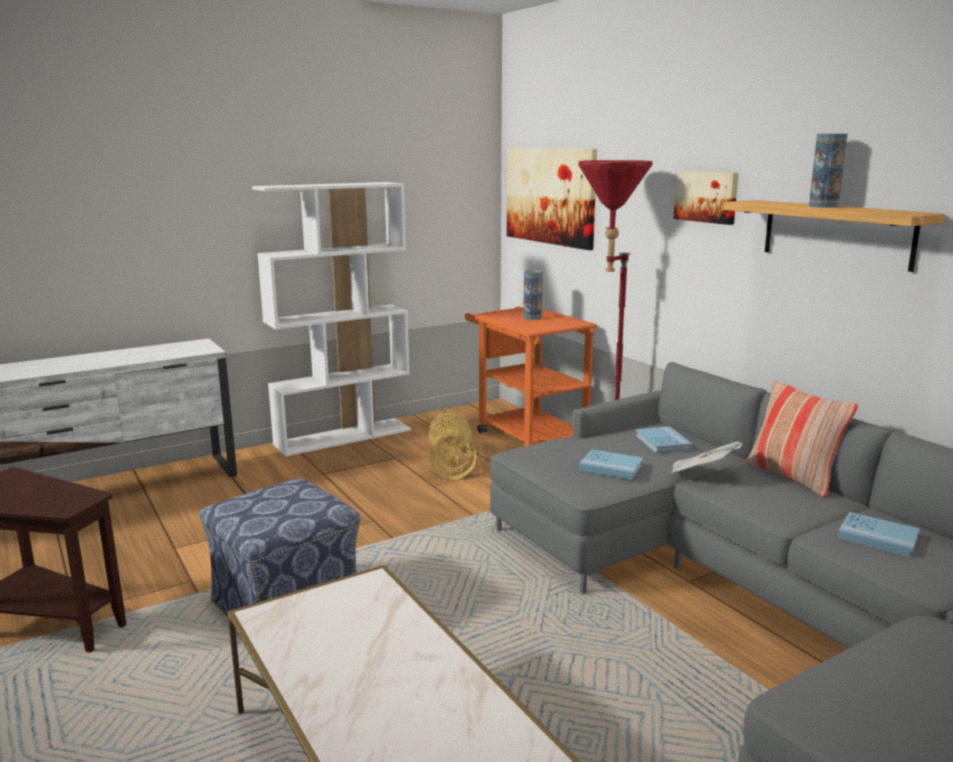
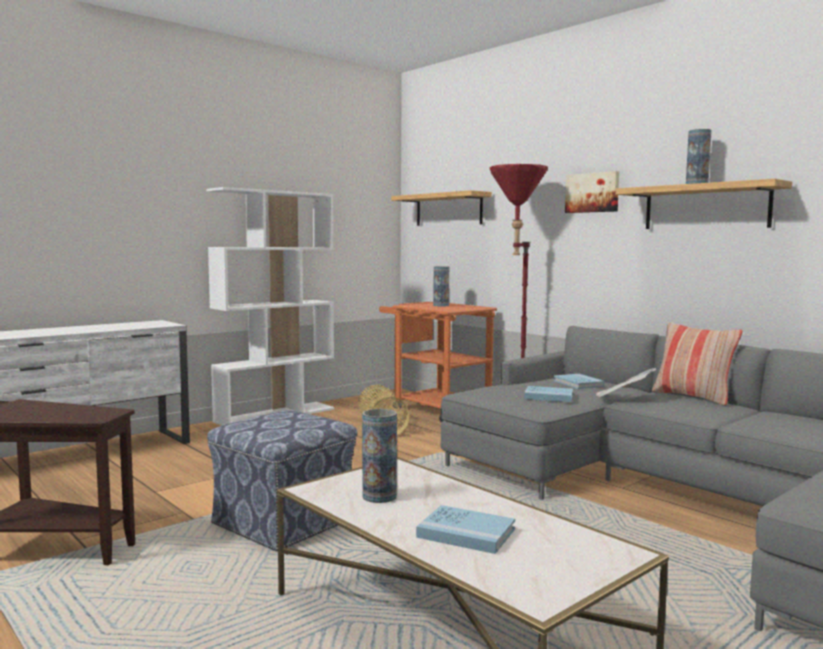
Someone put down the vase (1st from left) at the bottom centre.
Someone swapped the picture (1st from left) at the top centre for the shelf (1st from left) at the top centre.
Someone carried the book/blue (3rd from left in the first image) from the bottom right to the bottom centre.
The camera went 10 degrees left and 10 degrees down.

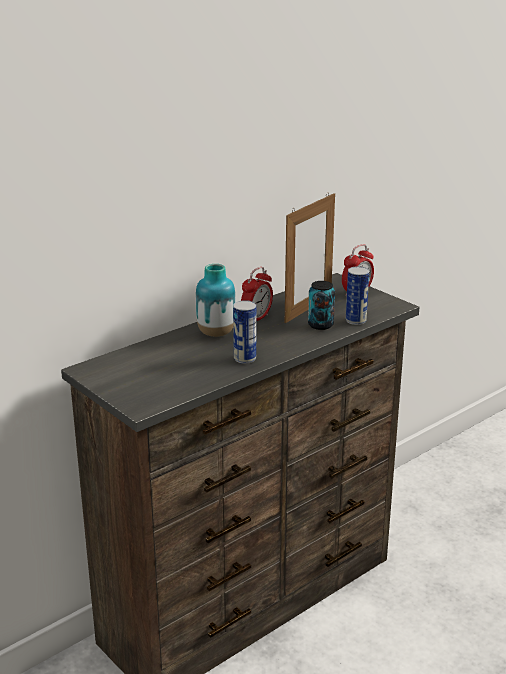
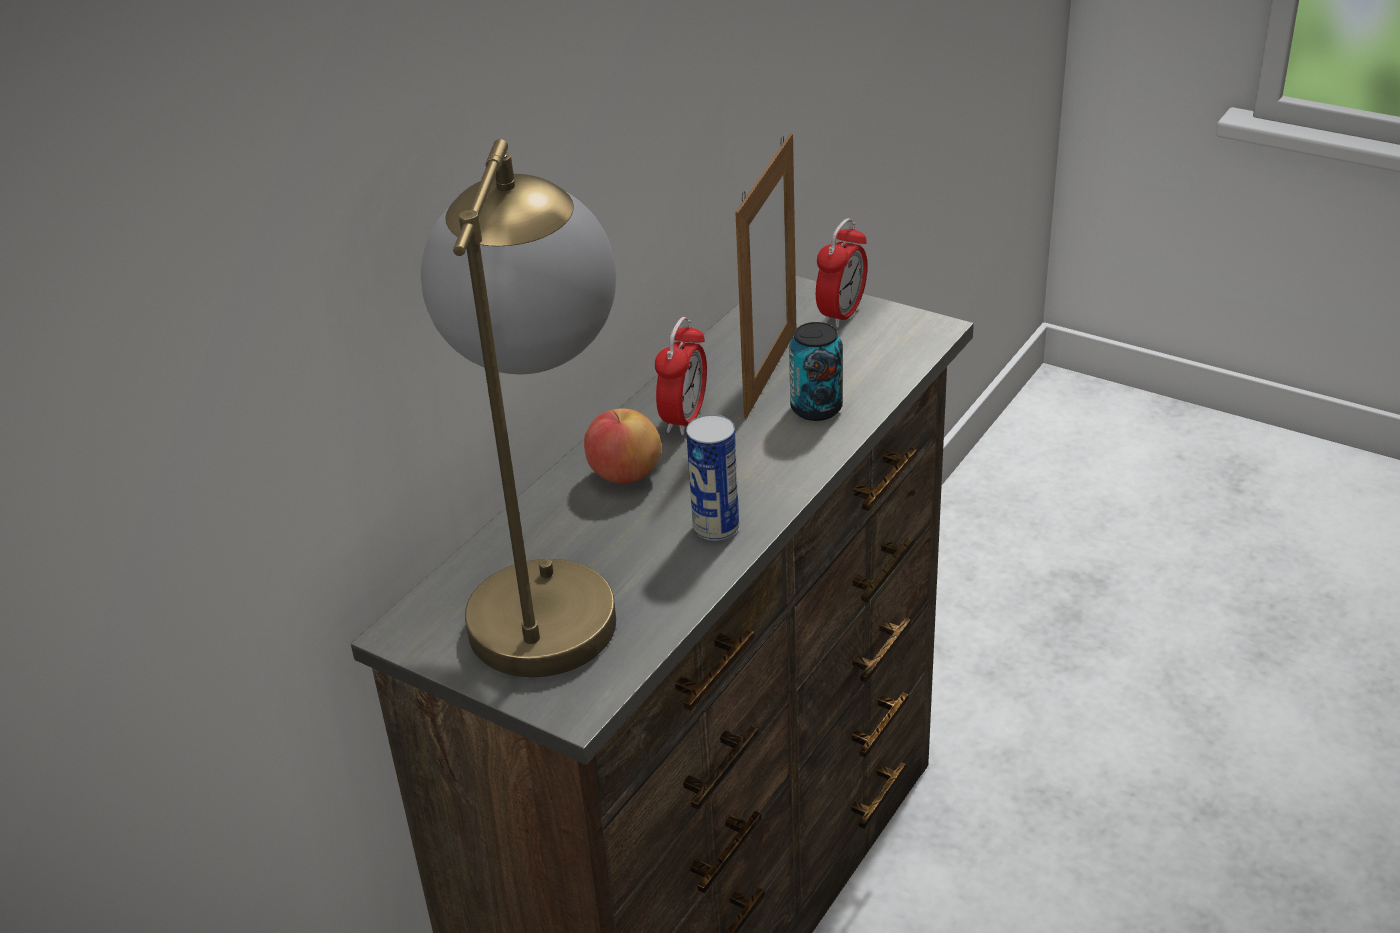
Someone put down the table lamp at the centre.
Someone swapped the vase at the centre for the apple at the centre.
Someone took away the can (3rd from left) at the middle right.
The camera went 15 degrees left and 10 degrees up.

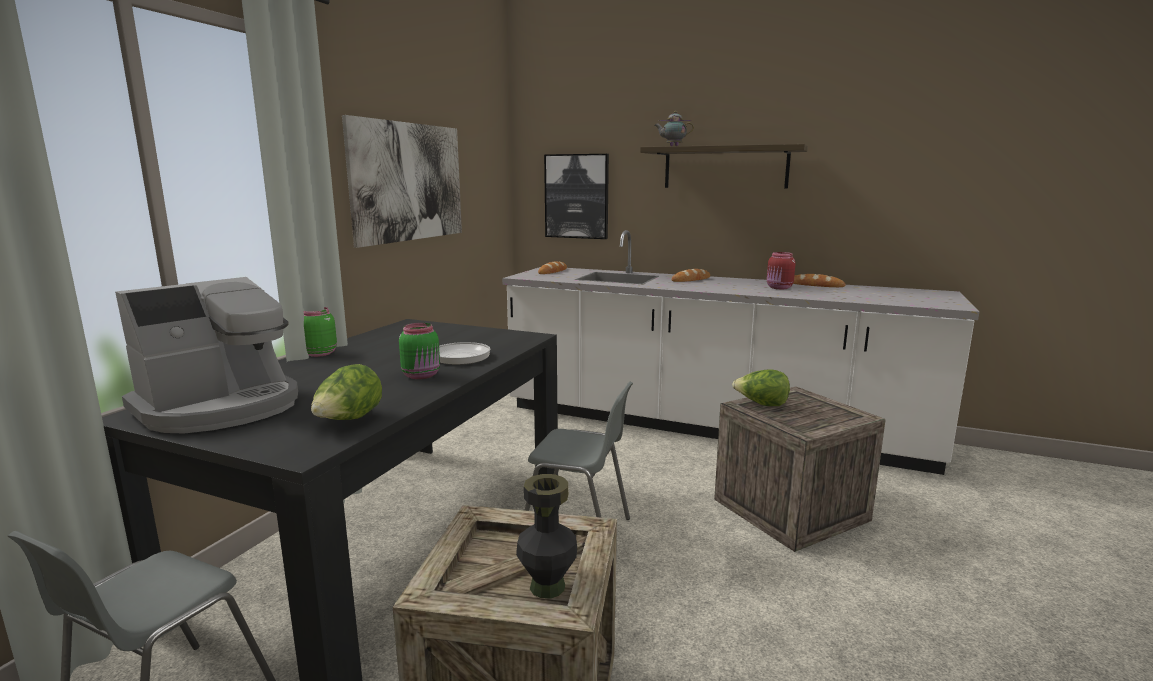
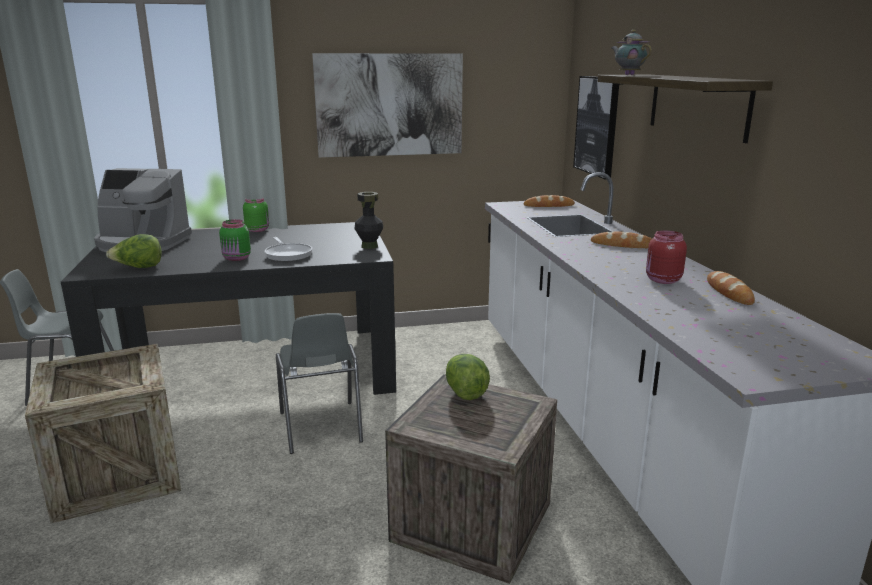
Someone carried the vase/black from the bottom centre to the centre.
The camera went 55 degrees right and 5 degrees up.

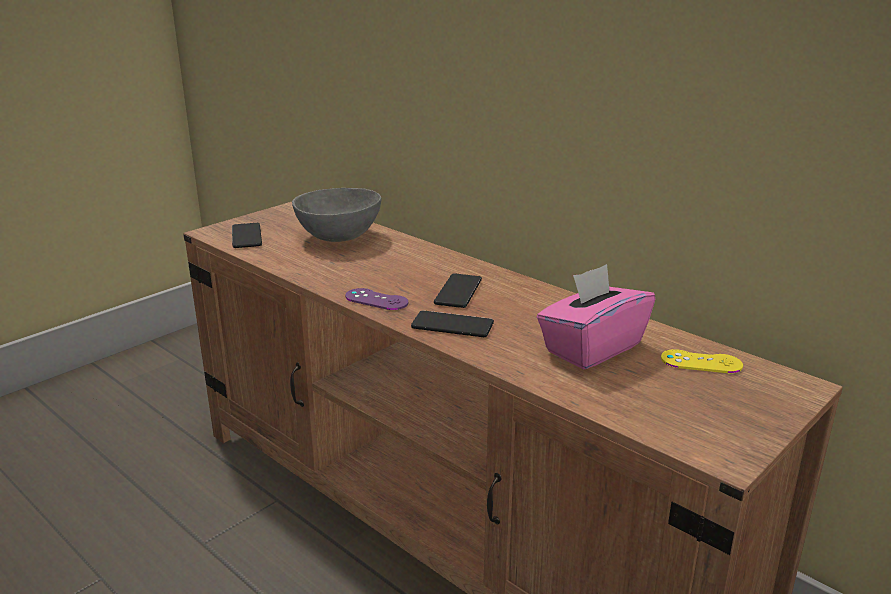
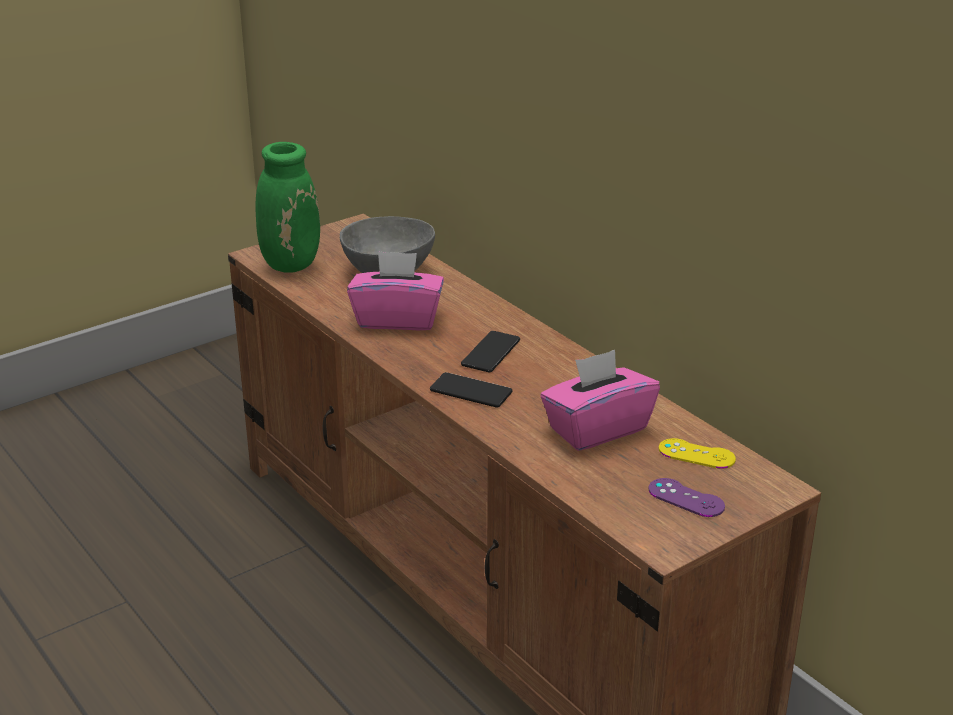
Someone swapped the phone (1st from left) at the middle left for the vase/green at the top left.
Someone put down the tissue box/pink (1st from left) at the centre.
Someone carried the game controller/purple from the centre to the bottom right.
The camera went 10 degrees right and 5 degrees up.

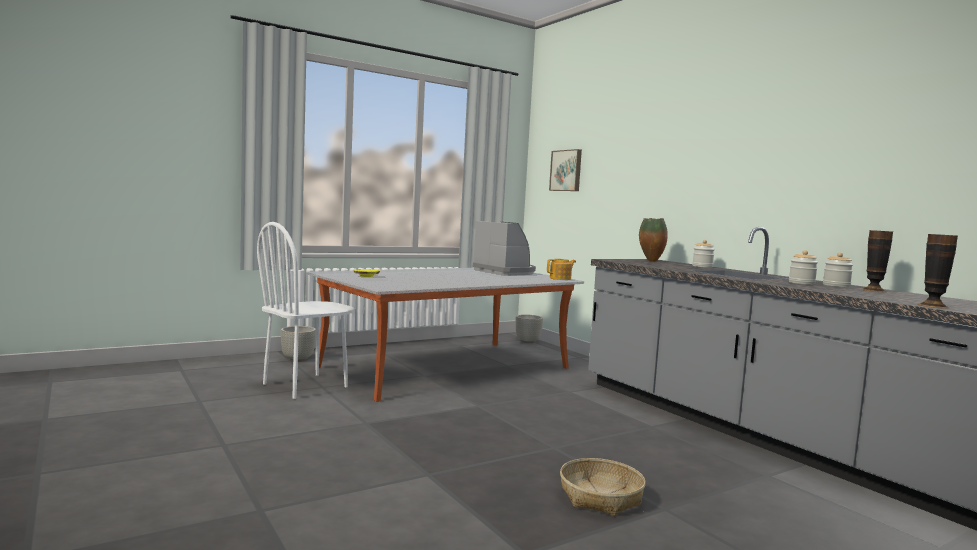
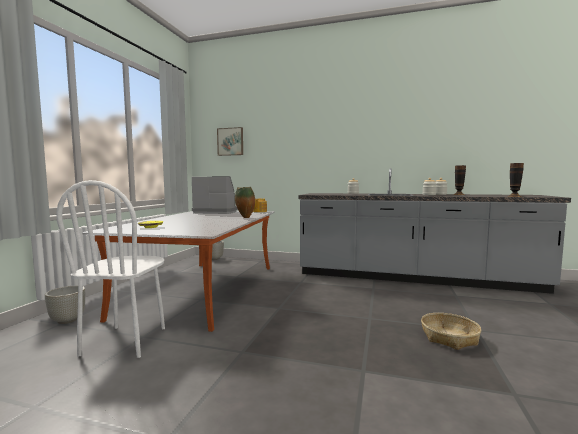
Someone carried the vase (1st from left) from the middle right to the centre.
The camera went 40 degrees left and 0 degrees up.

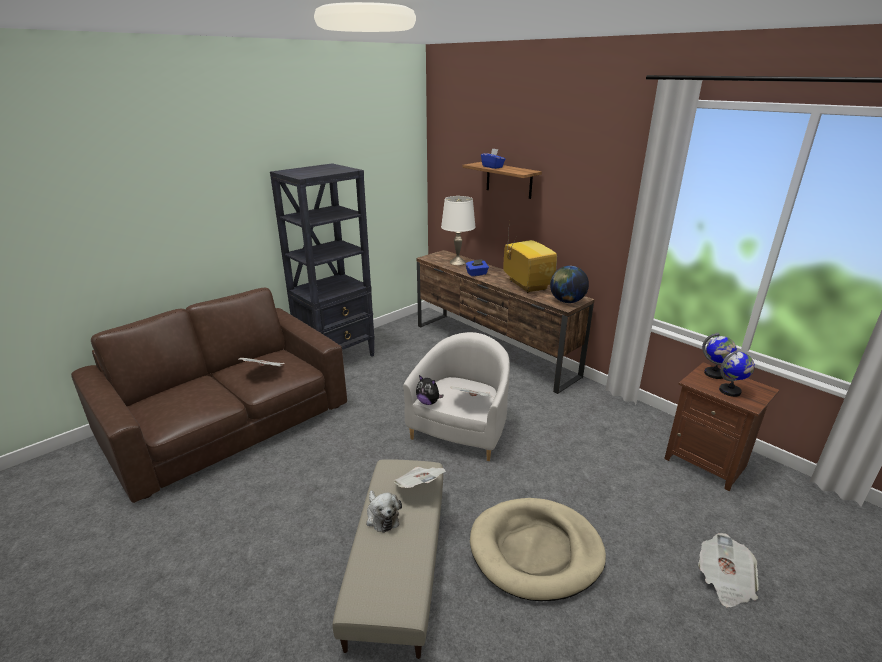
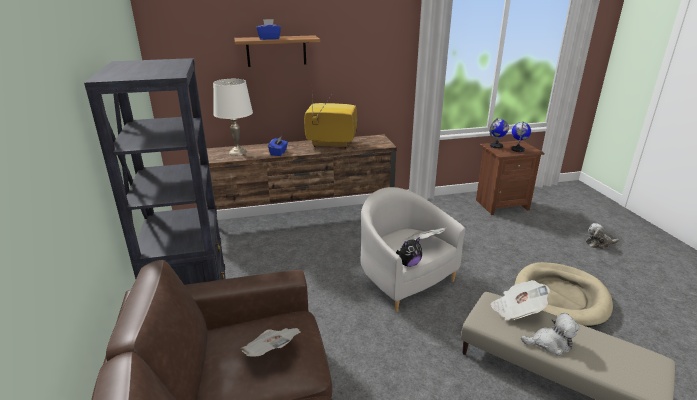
Someone swapped the newspaper (4th from left) at the bottom right for the plush toy (3rd from left) at the middle right.
Someone took away the globe (1st from left) at the centre.
The camera went 60 degrees left and 0 degrees up.

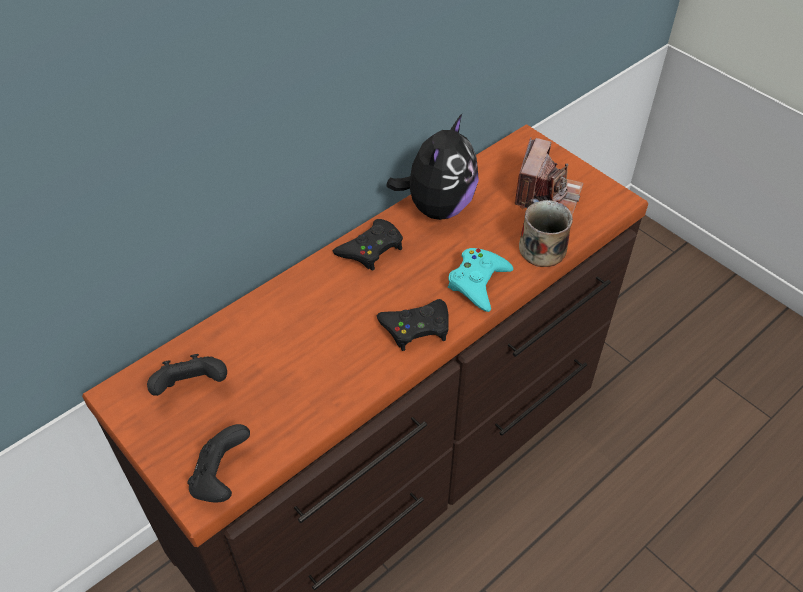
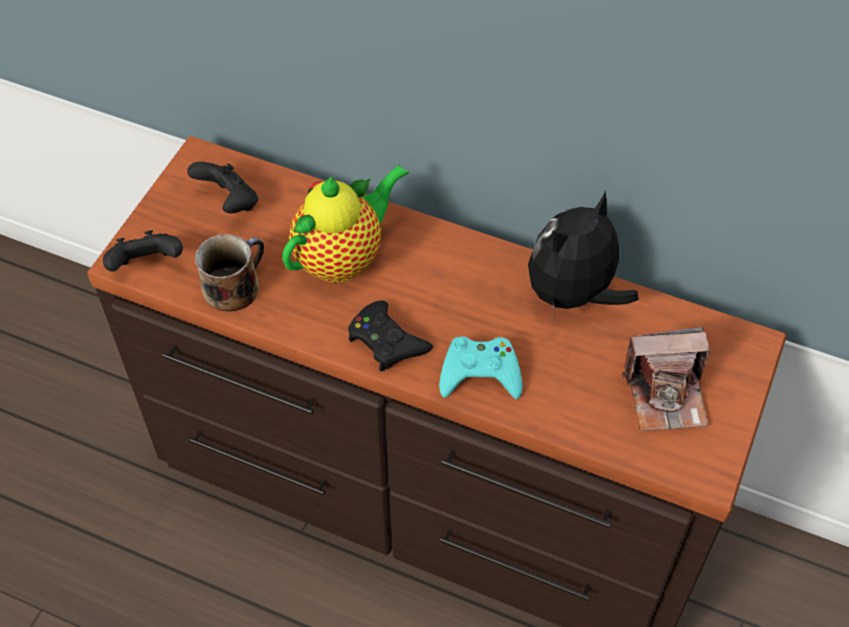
Someone carried the mug from the middle right to the middle left.
Someone put down the teapot at the centre.
Someone rotated the plush toy at the top centre by 135 degrees clockwise.
Someone took away the game controller/black (3rd from left) at the centre.
The camera went 65 degrees right and 5 degrees up.

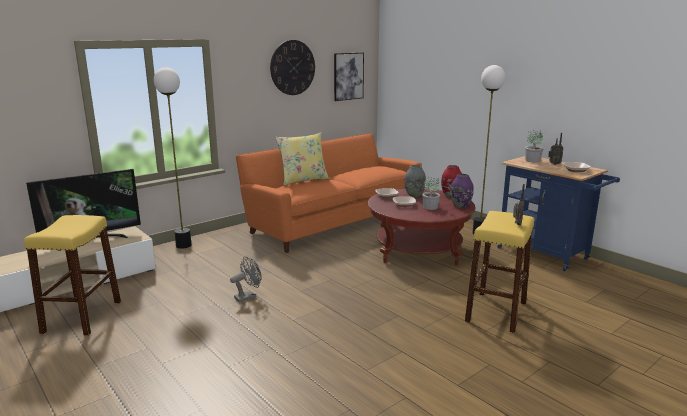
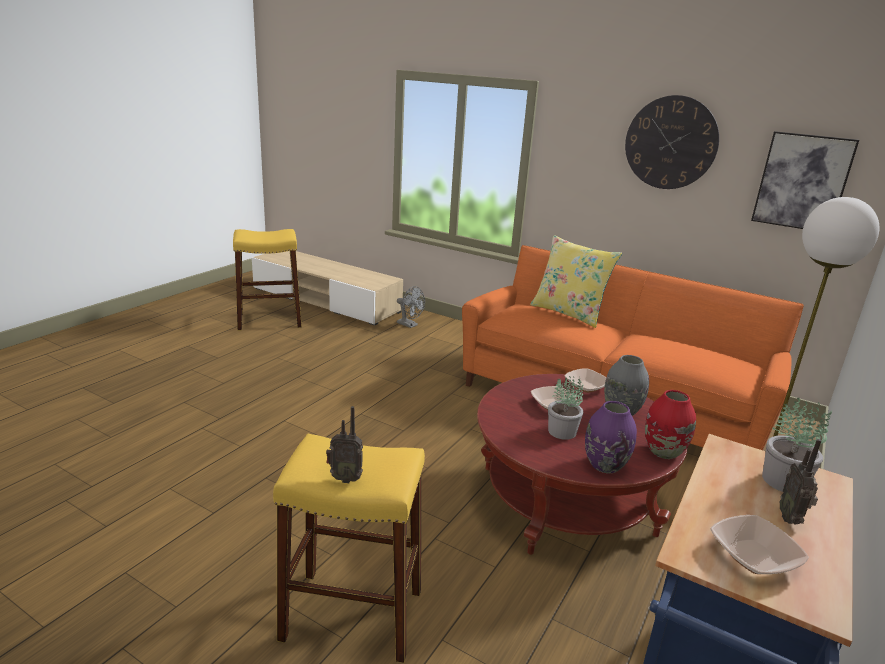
Someone carried the fan/grey from the bottom centre to the centre.
Someone took away the television at the middle left.
Someone took away the floor lamp (1st from left) at the middle left.
The camera went 70 degrees right and 5 degrees up.

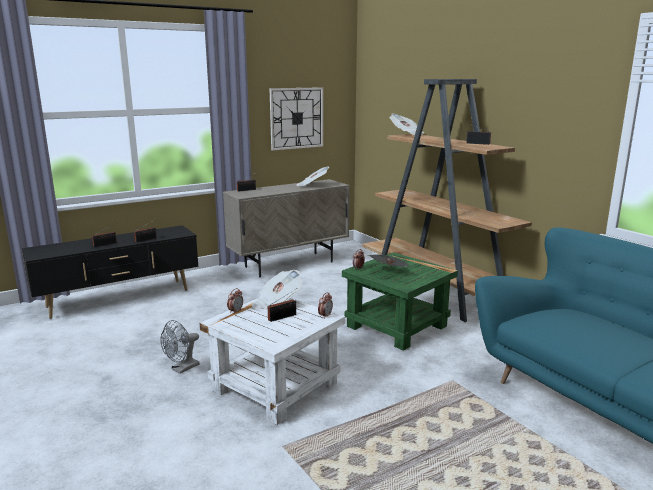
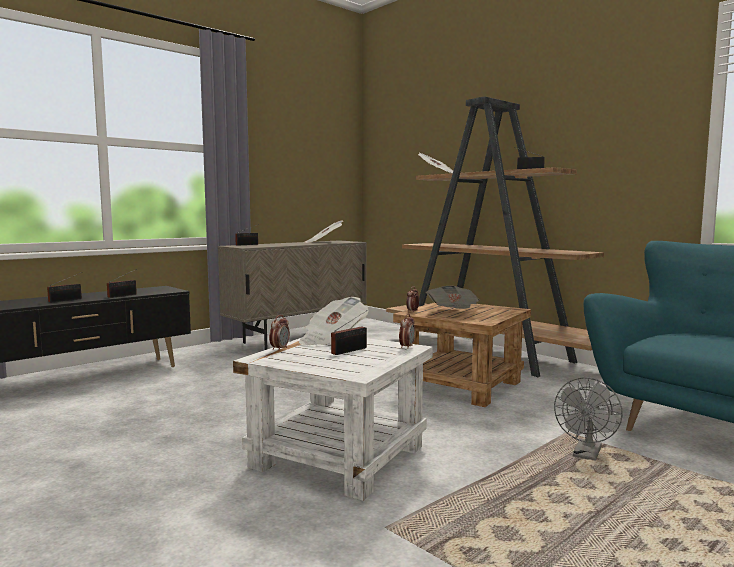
Someone repainted the side table/green at the centre, which became the side table/brown at the centre.
Someone carried the fan/grey from the bottom left to the bottom right.
Someone took away the wall clock at the top centre.
The camera went 10 degrees left and 10 degrees down.

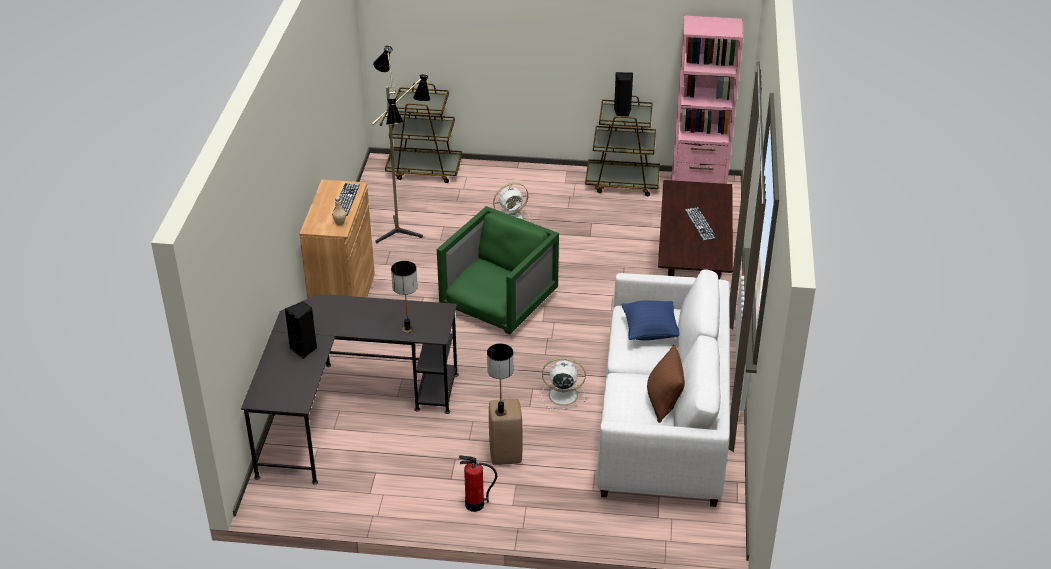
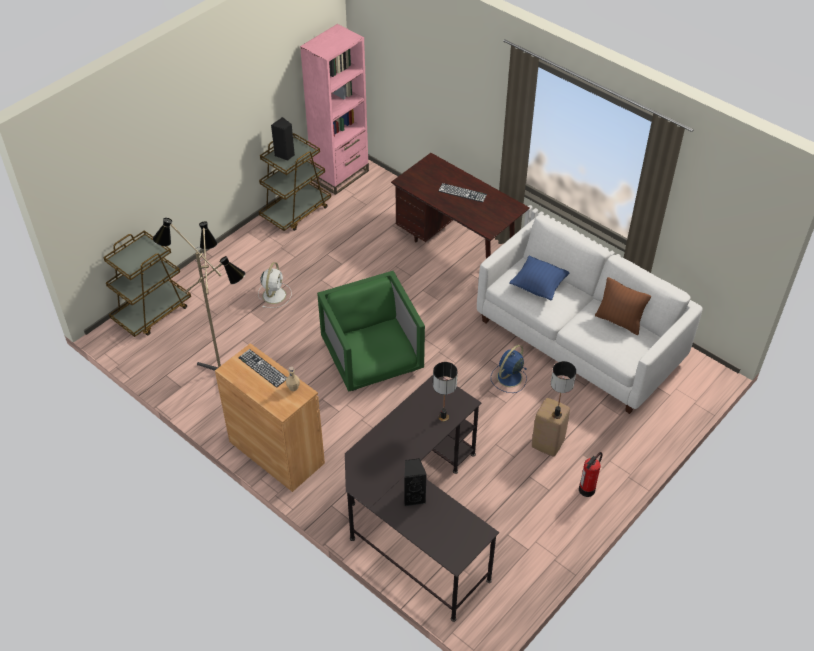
Someone repainted the fan/white (2nd from left) at the bottom centre, which became the fan/blue at the centre.
The camera went 55 degrees left and 10 degrees up.

